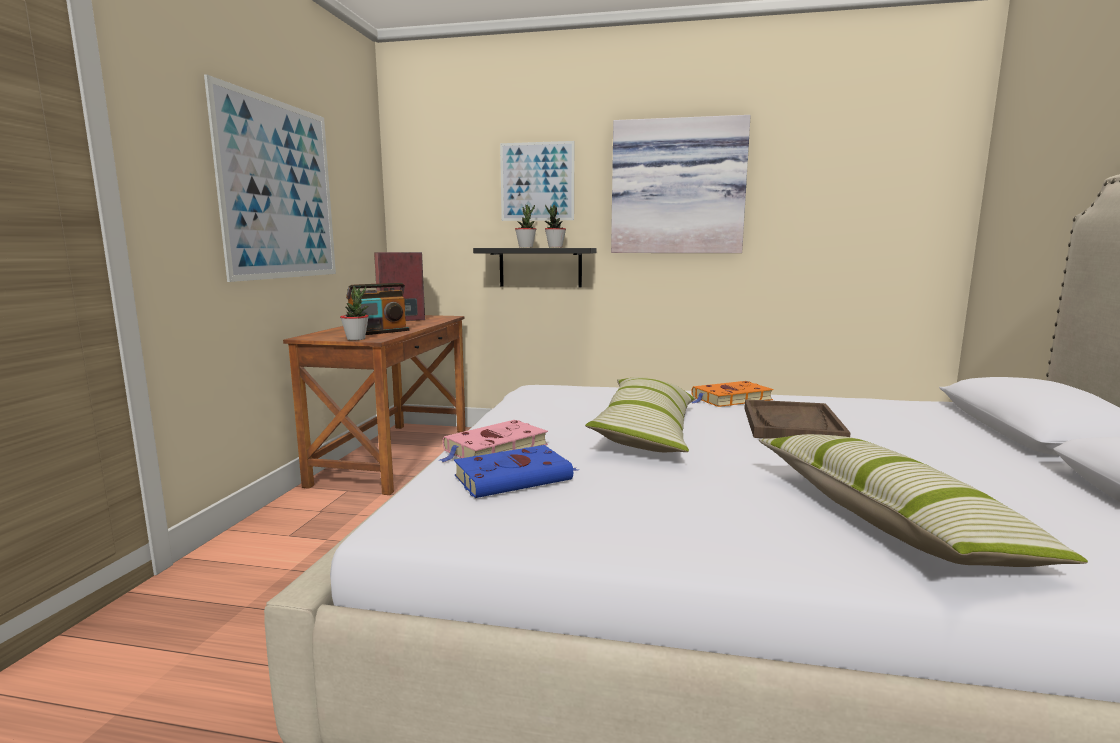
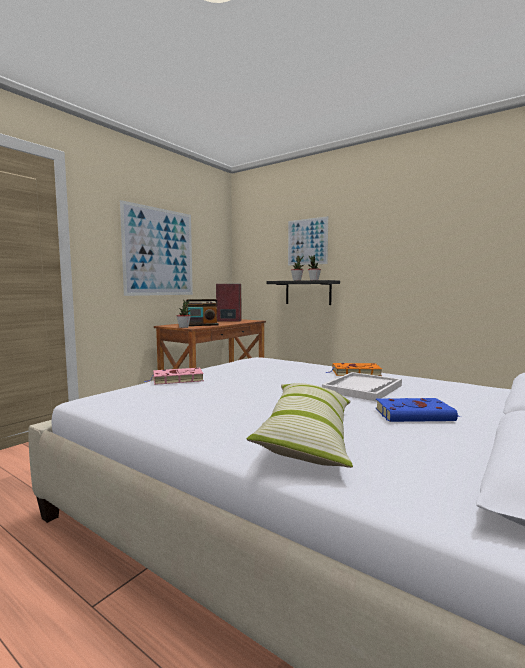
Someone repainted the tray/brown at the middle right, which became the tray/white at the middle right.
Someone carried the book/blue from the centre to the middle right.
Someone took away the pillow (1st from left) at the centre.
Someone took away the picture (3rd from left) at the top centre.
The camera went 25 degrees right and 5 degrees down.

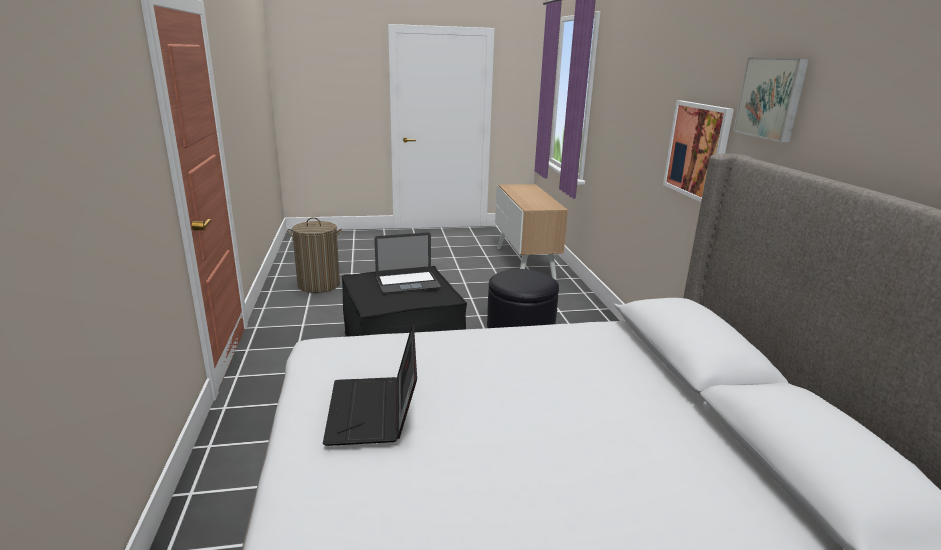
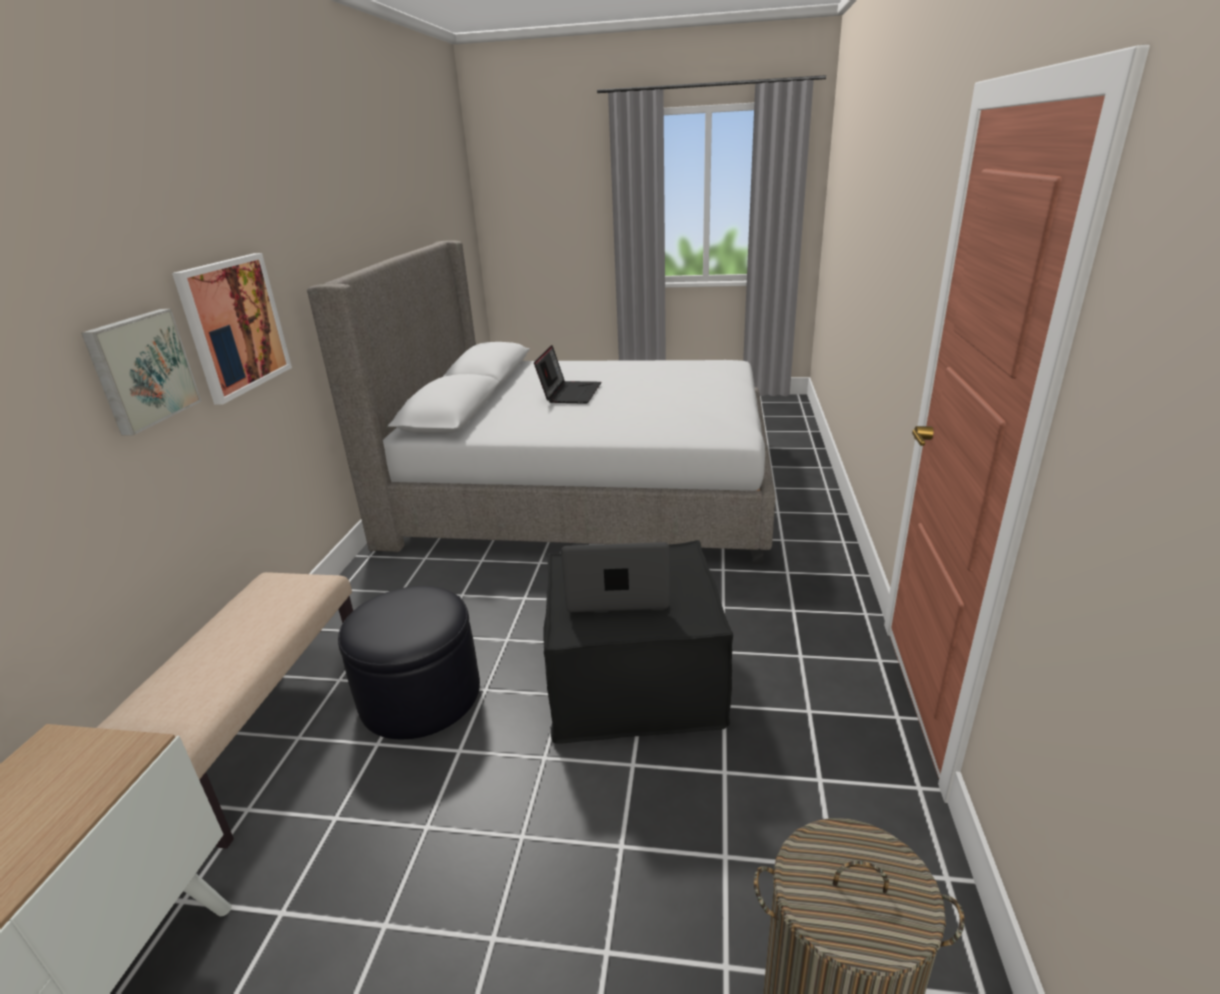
Someone carried the picture (2nd from left in the first image) from the top right to the middle left.
Someone put down the bench/beige at the bottom left.
Someone carried the laptop (1st from left) from the bottom centre to the centre.
The camera went 160 degrees left and 5 degrees up.

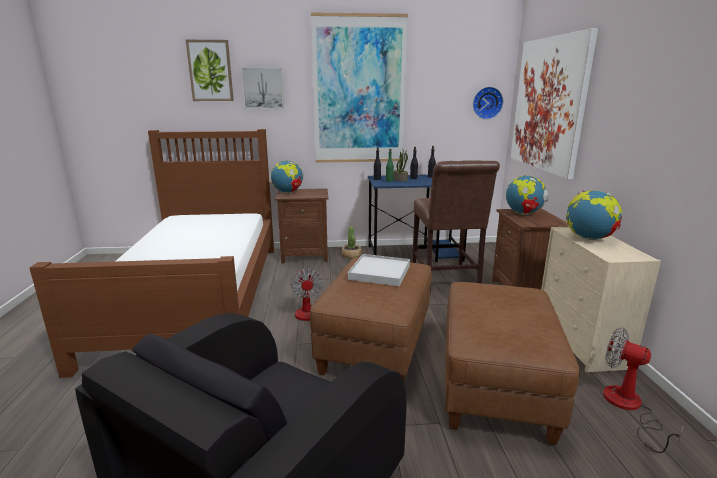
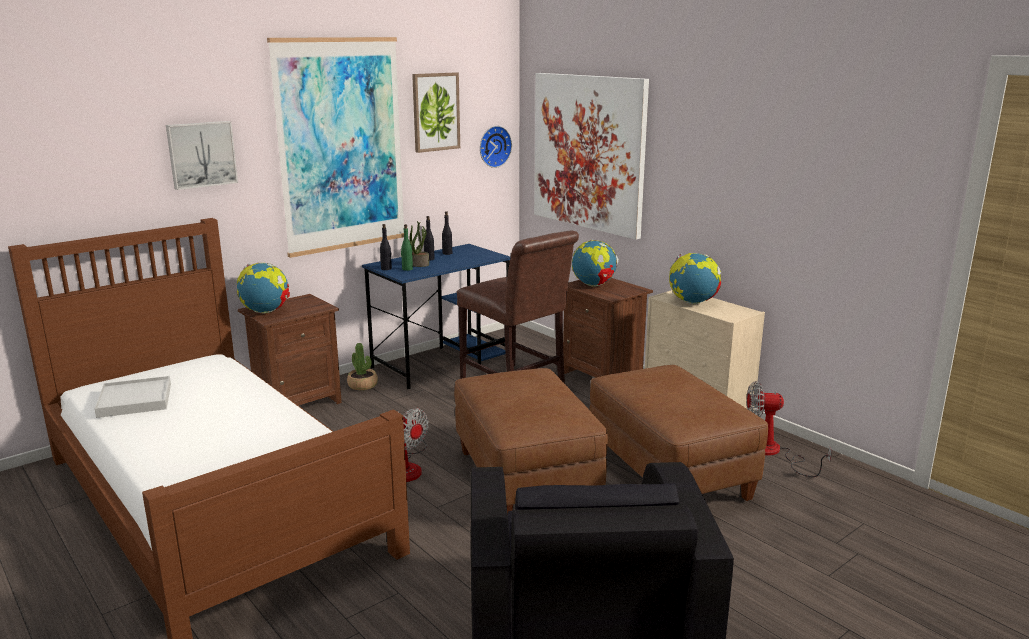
Someone carried the tray/white from the centre to the middle left.
Someone carried the picture (1st from left in the first image) from the top left to the top centre.
The camera went 35 degrees left and 0 degrees up.

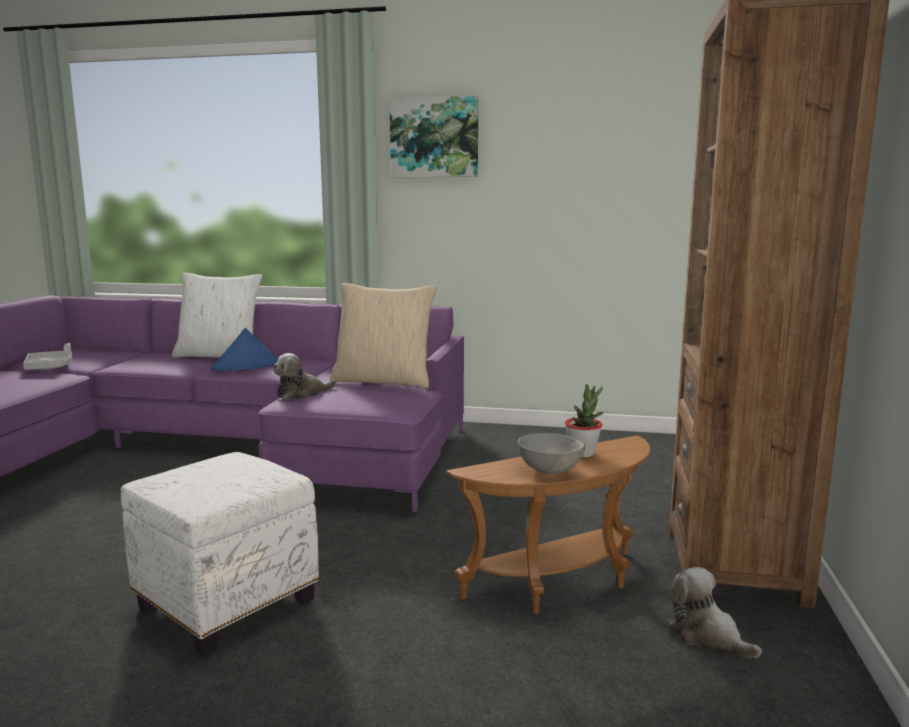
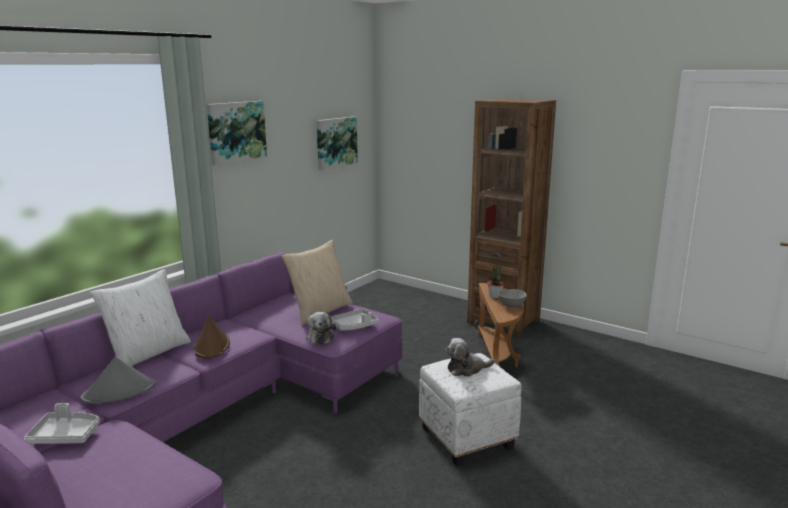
Someone put down the hat/grey at the bottom left.
Someone repainted the hat/blue at the middle left, which became the hat/brown at the middle left.
Someone put up the picture (2nd from left) at the top centre.
Someone put down the tray/grey (2nd from left) at the centre.
Someone carried the plush toy (2nd from left) from the bottom right to the bottom centre.
The camera went 65 degrees left and 5 degrees up.

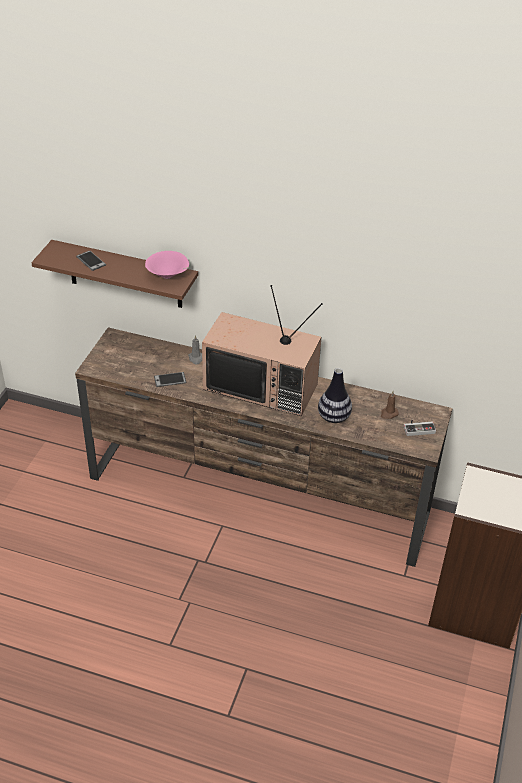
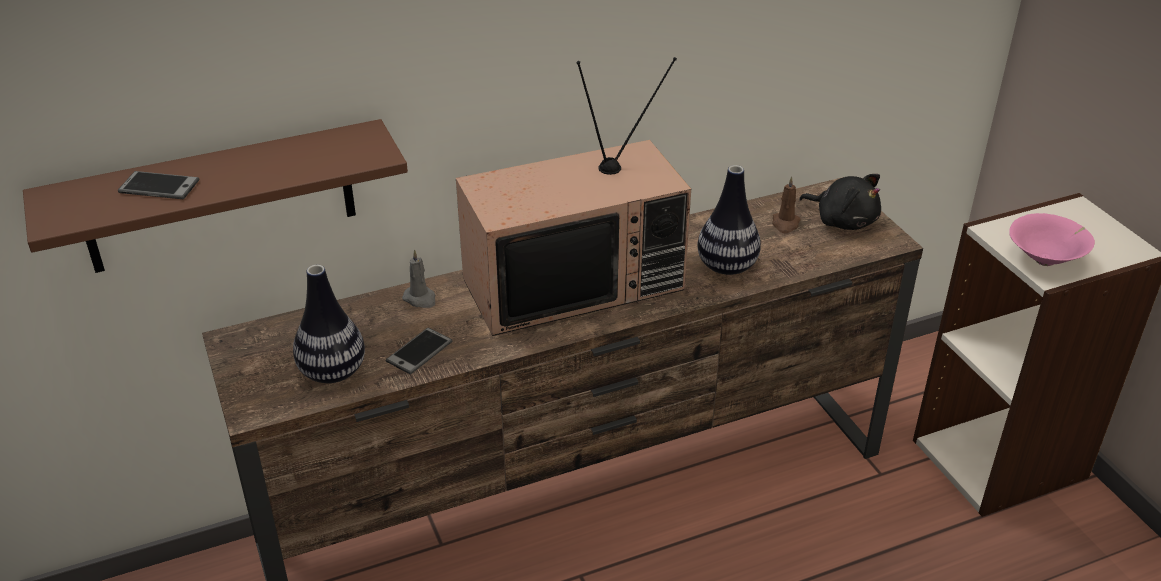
Someone put down the vase (1st from left) at the middle left.
Someone swapped the game controller at the middle right for the plush toy/black at the middle right.
Someone carried the bowl/pink from the middle left to the middle right.
The camera went 40 degrees left and 5 degrees down.

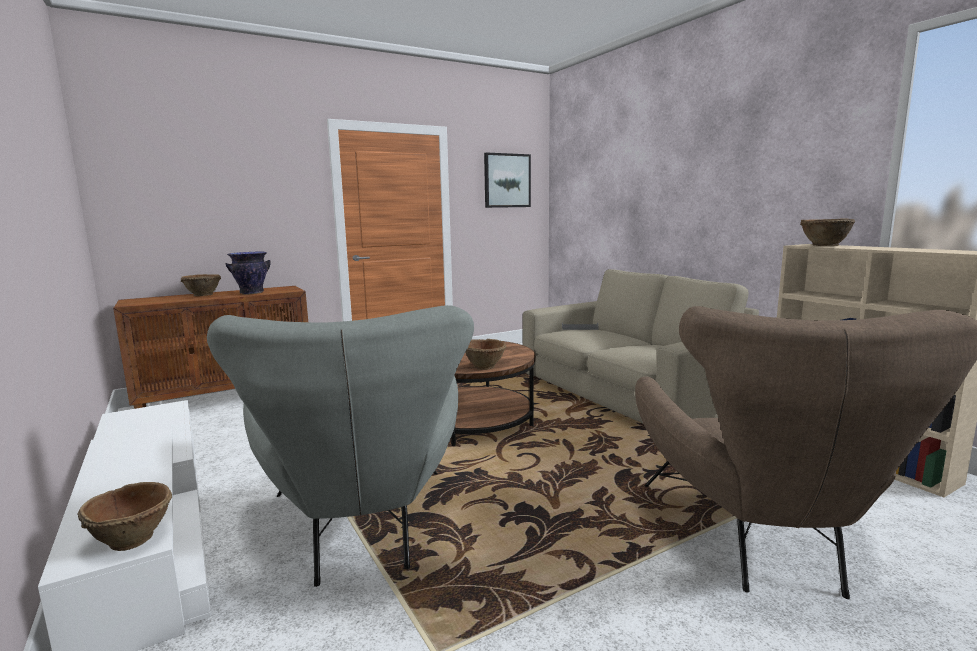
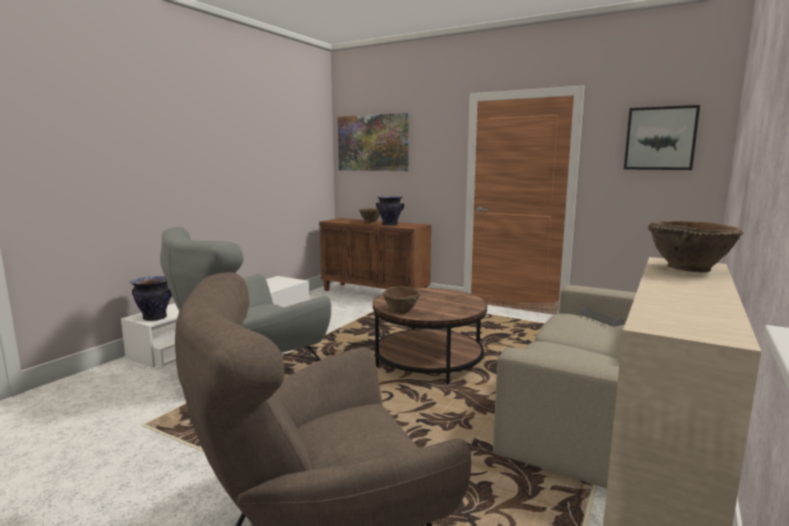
Someone swapped the bowl/brown (1st from left) at the bottom left for the vase (1st from left) at the middle left.
Someone put up the picture (1st from left) at the top centre.
The camera went 60 degrees right and 0 degrees up.

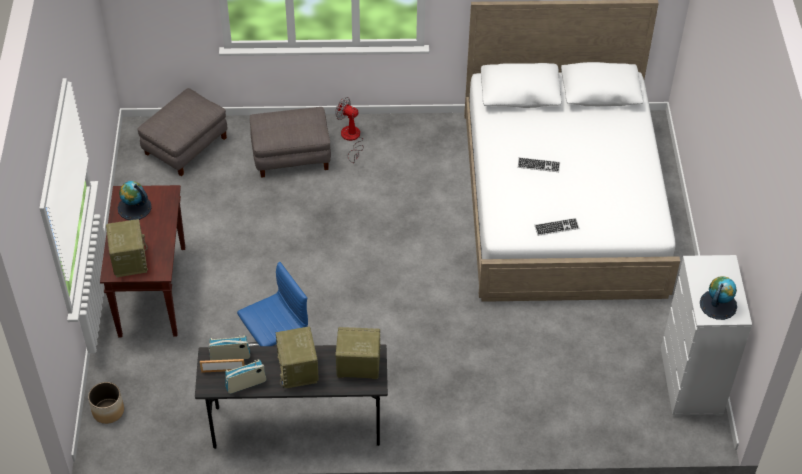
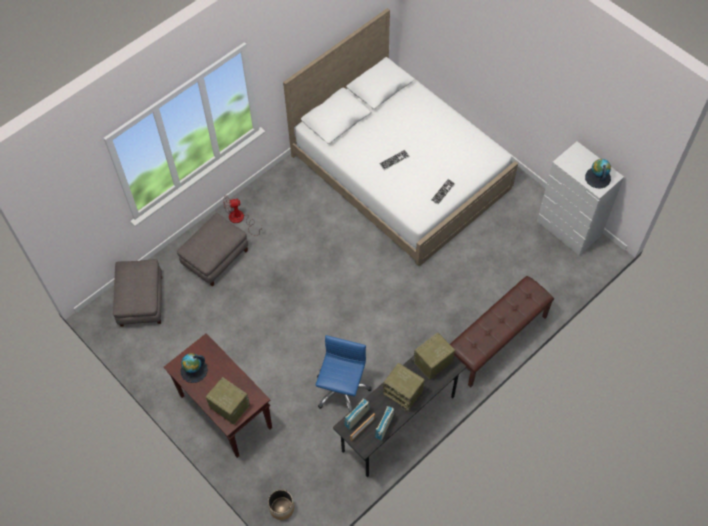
Someone put down the bench/brown at the middle right.
The camera went 40 degrees left and 10 degrees up.

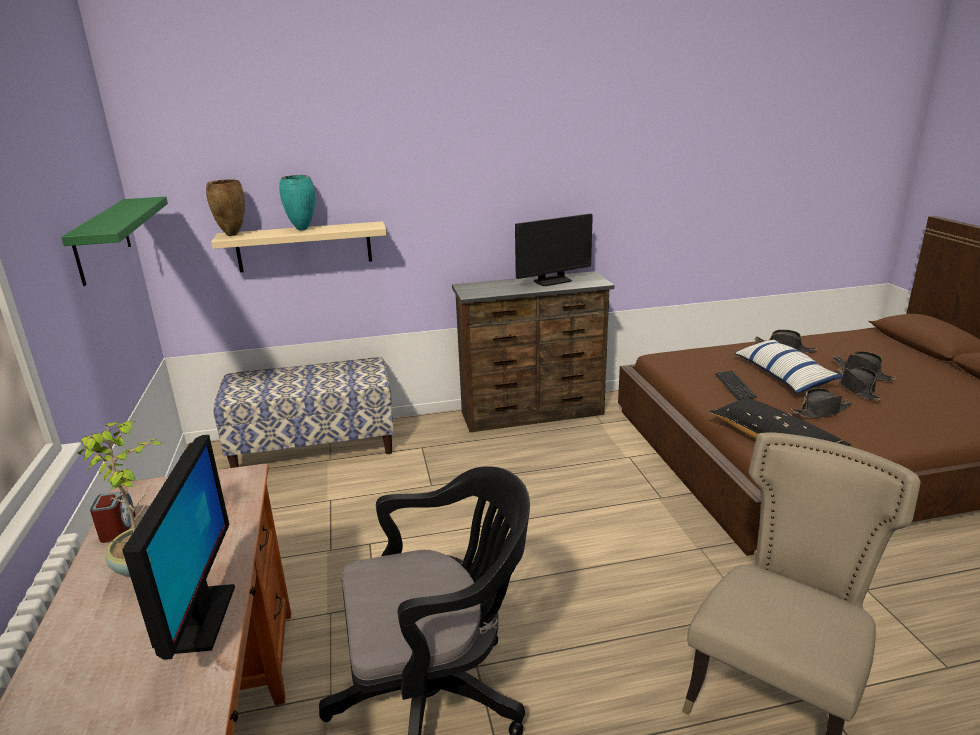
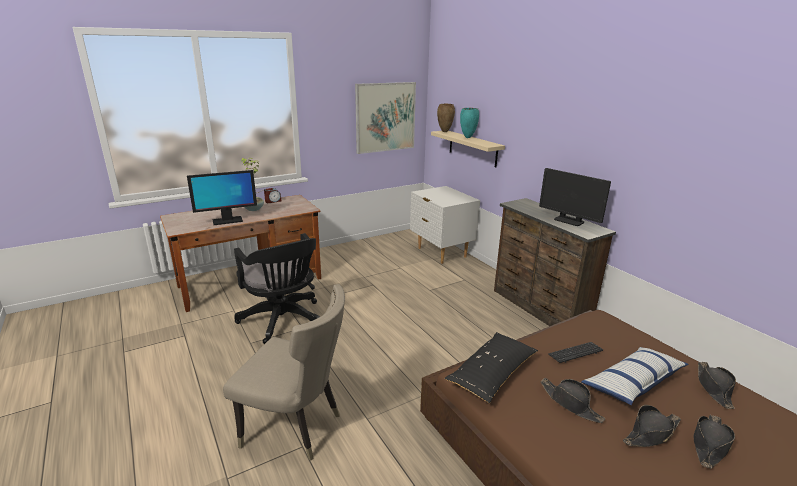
Someone swapped the shelf/green at the top left for the picture at the top centre.
Someone swapped the bench at the middle left for the nightstand/white at the centre.
The camera went 70 degrees right and 0 degrees up.

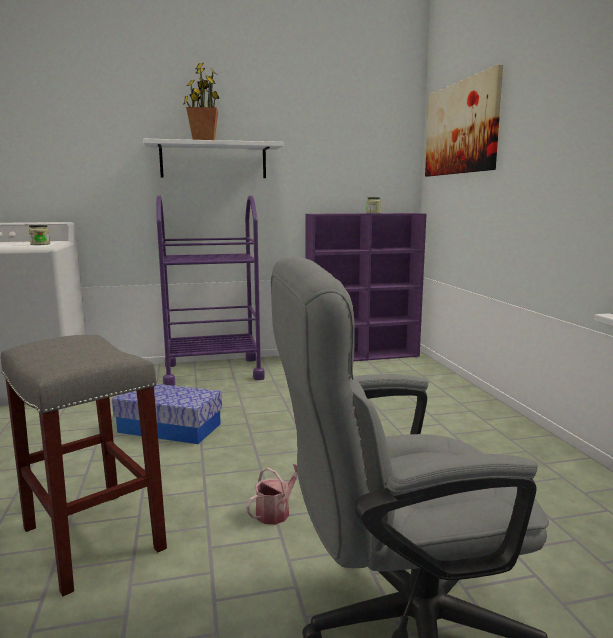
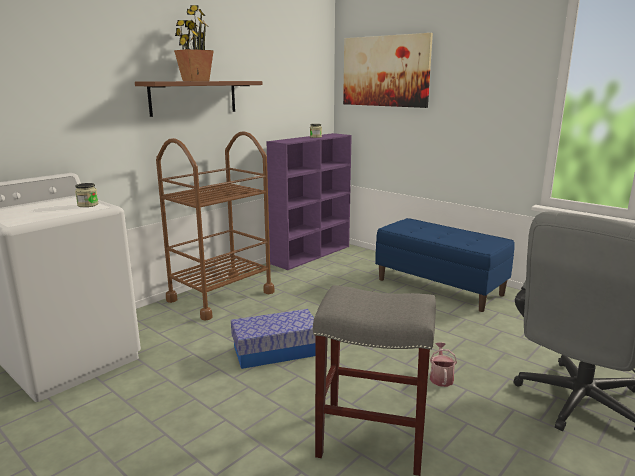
Someone repainted the shelf/white at the top centre, which became the shelf/brown at the top left.
Someone repainted the cart/purple at the centre, which became the cart/brown at the centre.
Someone put down the bench/blue at the middle right.
The camera went 35 degrees left and 5 degrees up.

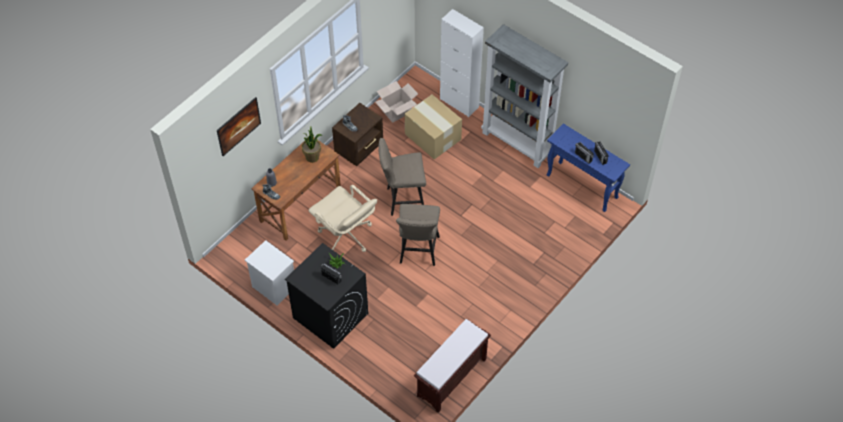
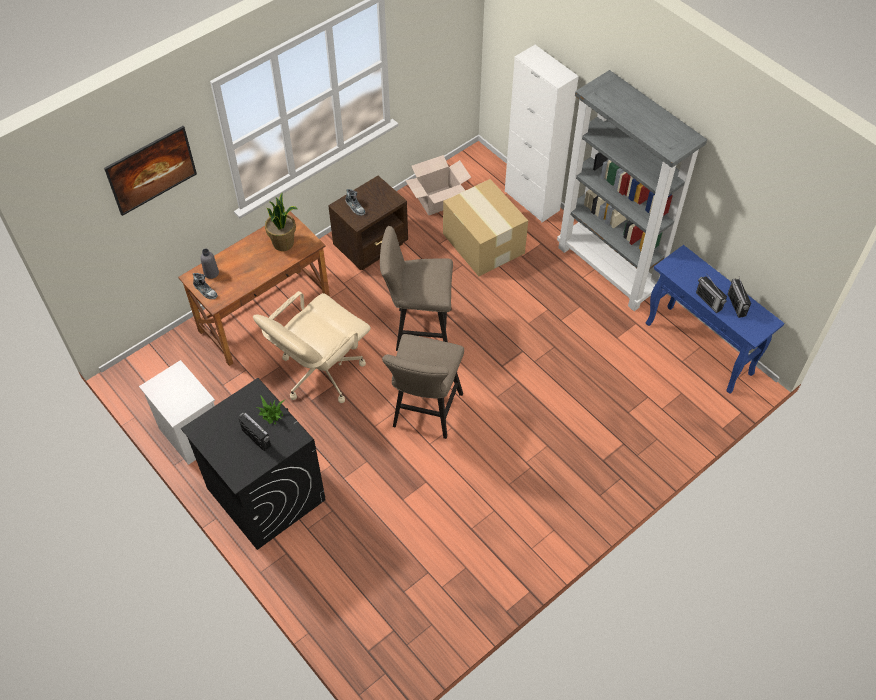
Someone rotated the office chair/beige at the centre by 75 degrees clockwise.
Someone took away the bench/brown at the bottom centre.
The camera went 10 degrees right and 0 degrees up.

